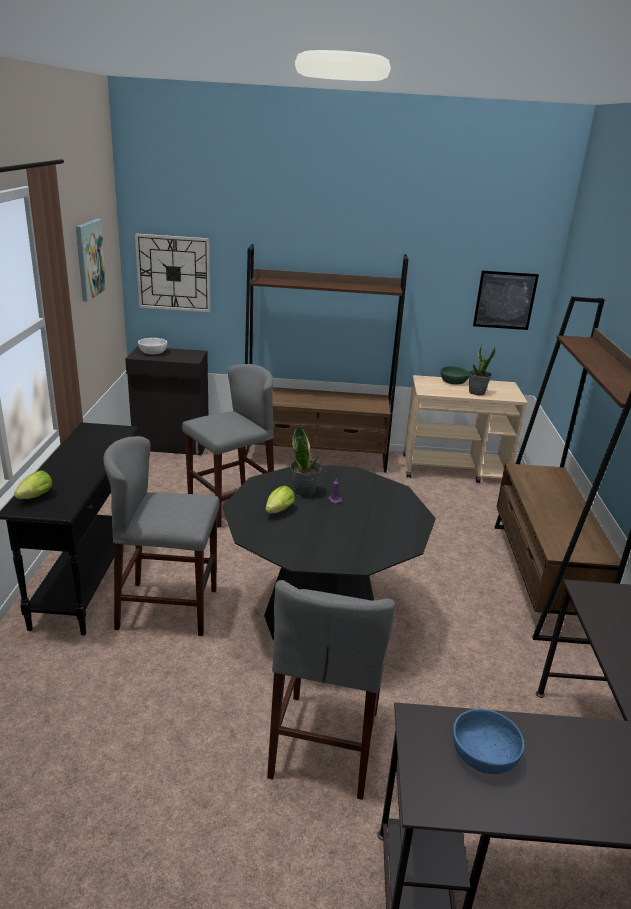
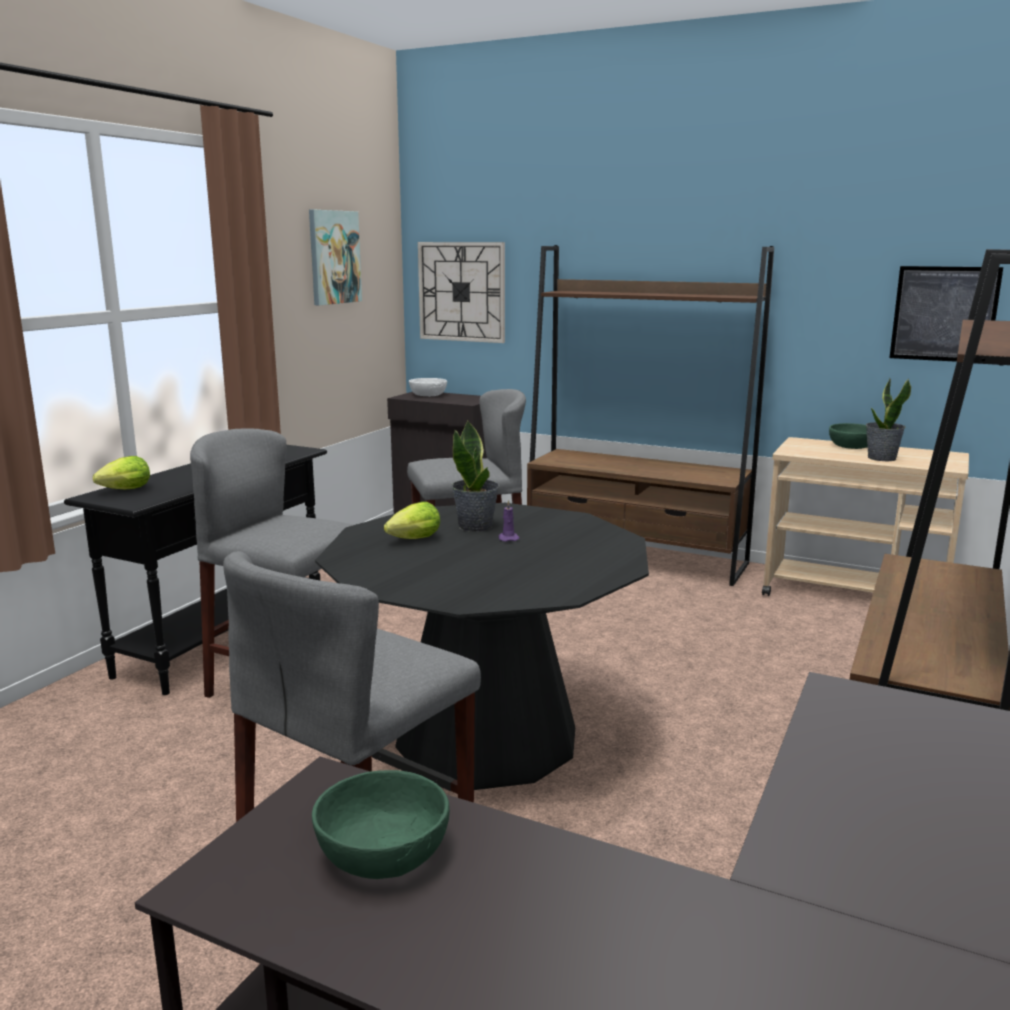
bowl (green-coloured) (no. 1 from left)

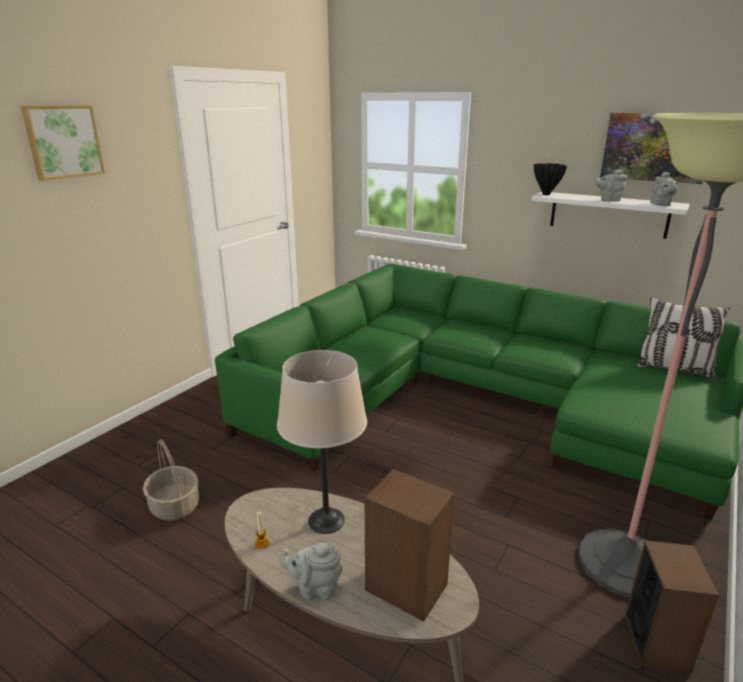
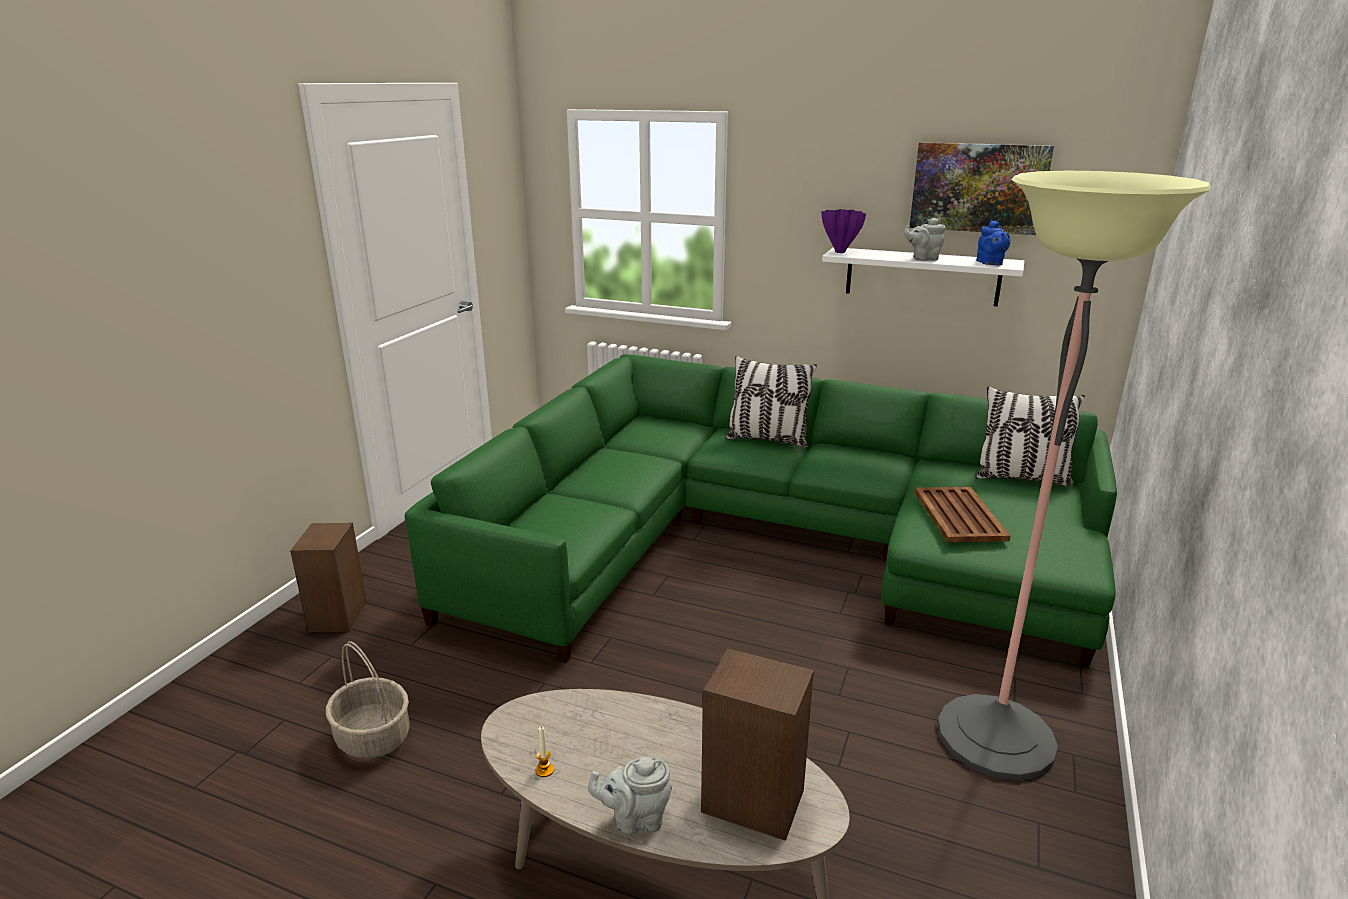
wall picture (no. 1 from left in the first image); table lamp (beige-coloured); pillow (no. 1 from left); carrying tray (brown-coloured); speaker (no. 1 from left); flower vase (purple-coloured); pot for tea (bluish)

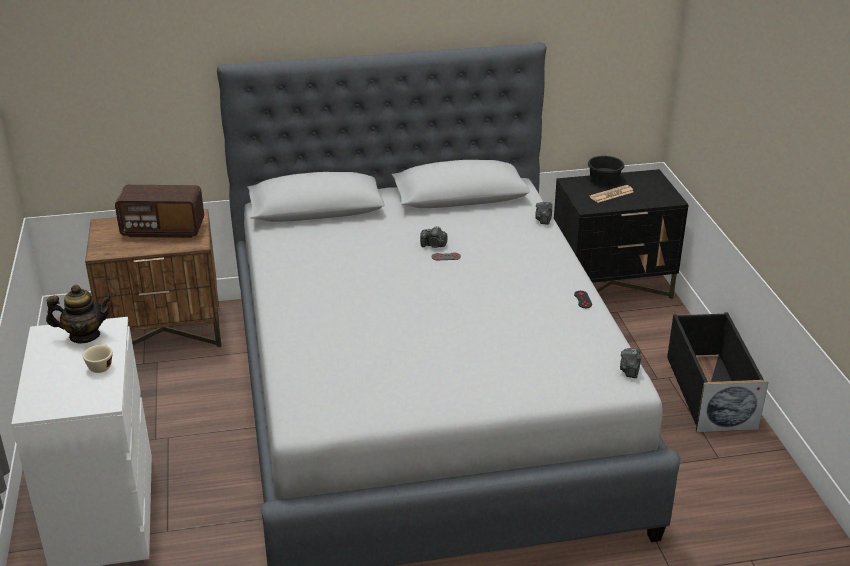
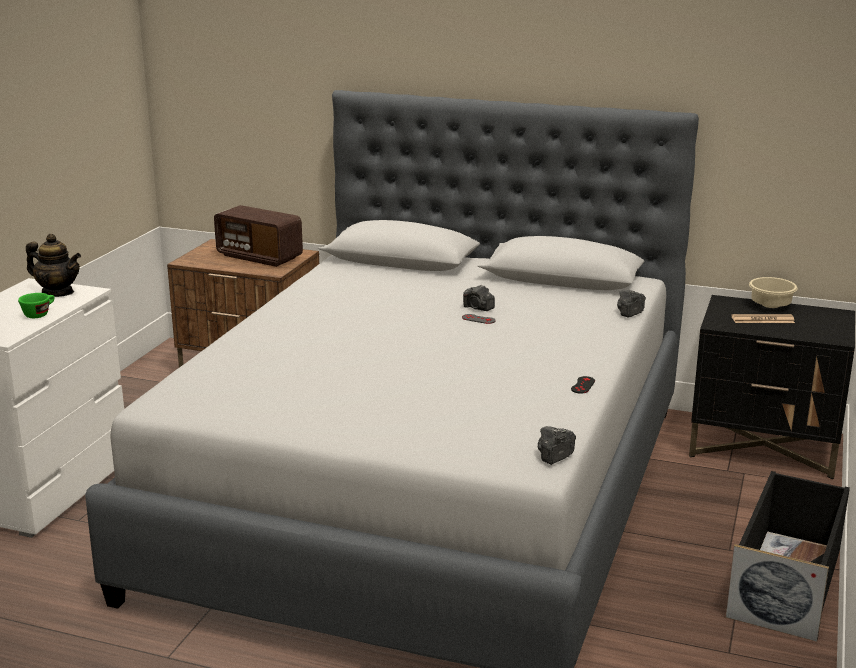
cup (green-coloured); bowl (beige-coloured)

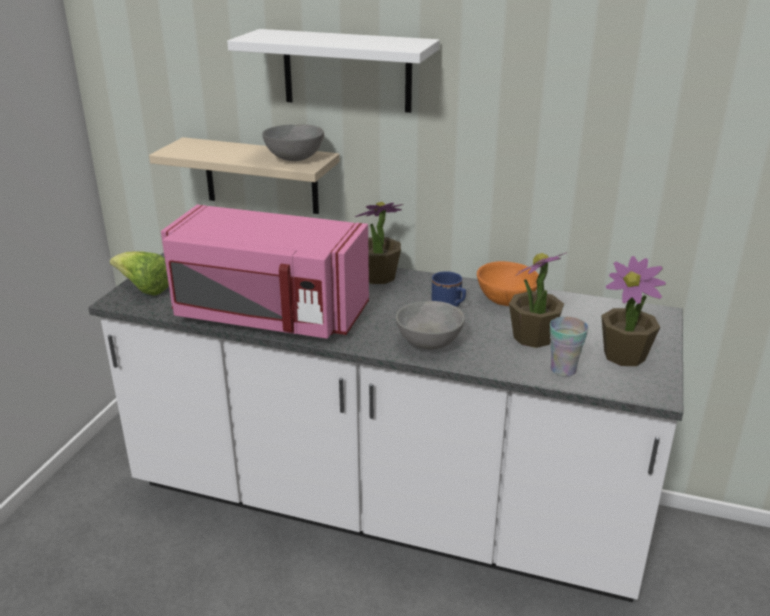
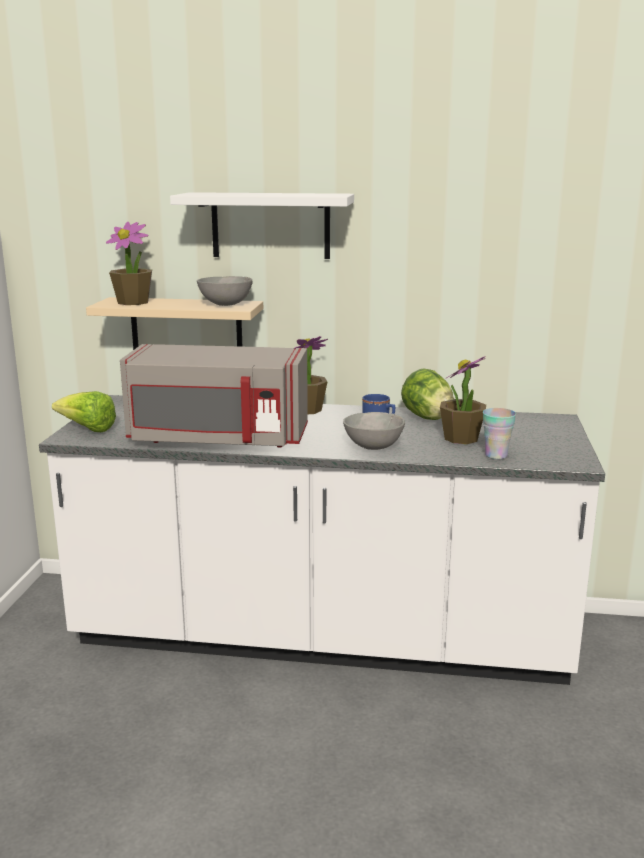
plant in a pot (no. 1 from left); lettuce head (no. 2 from left); microwave oven (greyish)

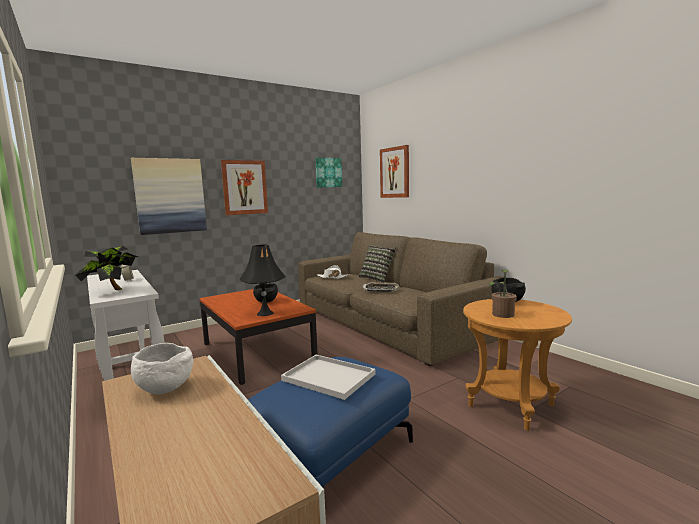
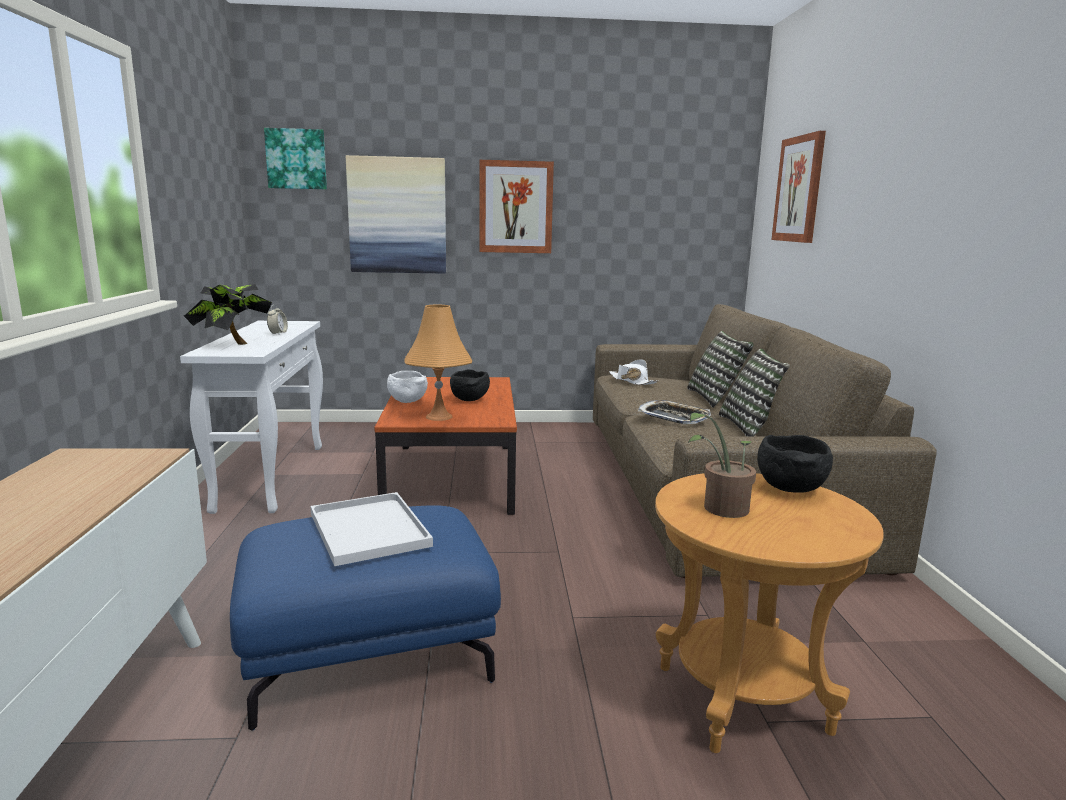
pillow (no. 2 from left); bowl (white); wall picture (no. 1 from left); table lamp (orangey)

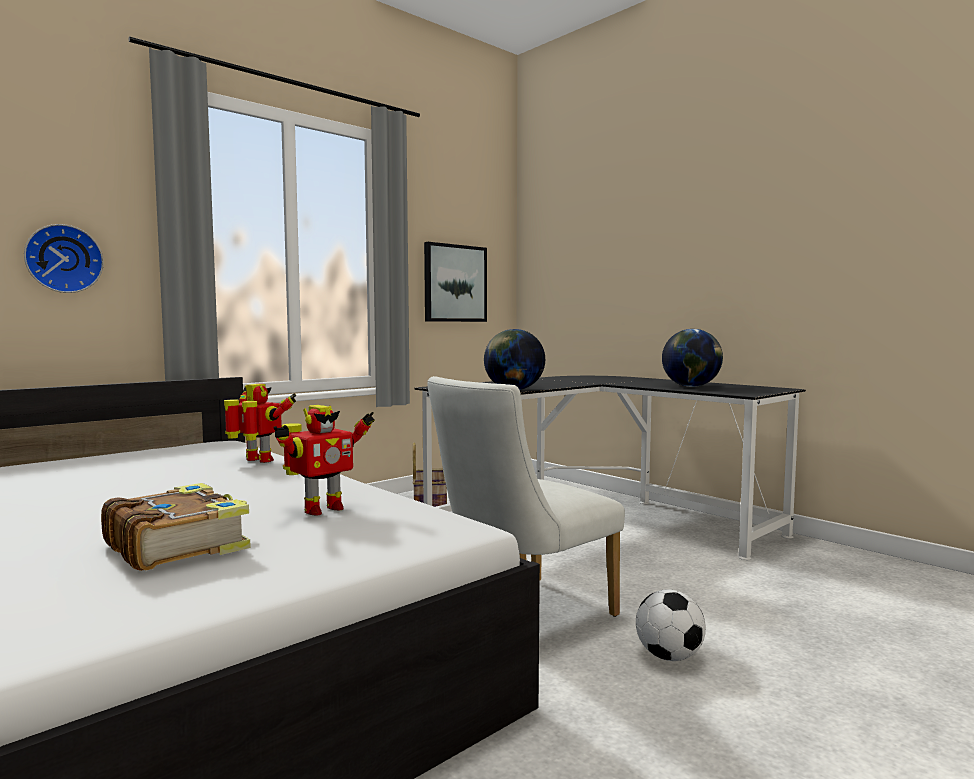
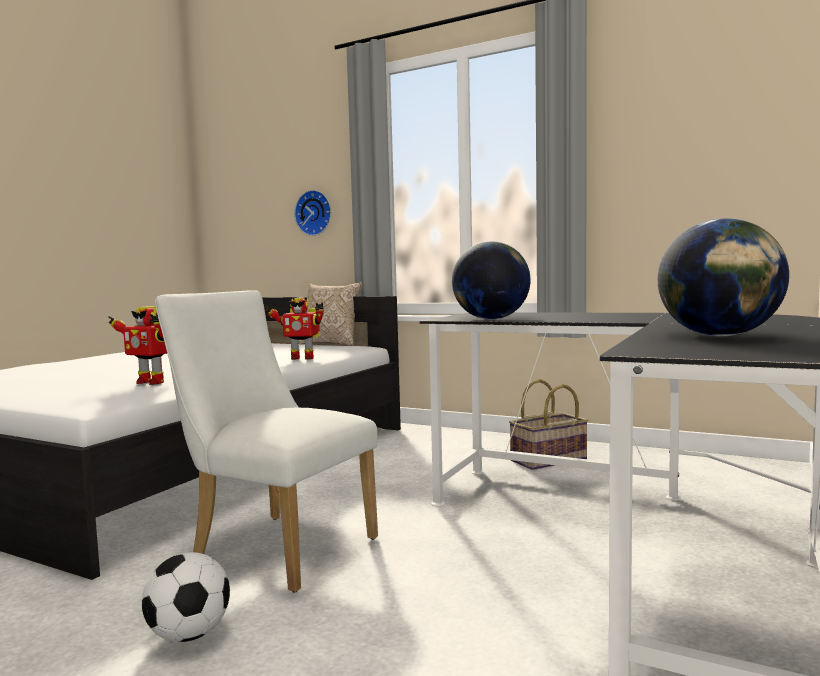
book; wall picture; pillow; toy robot (no. 2 from left)

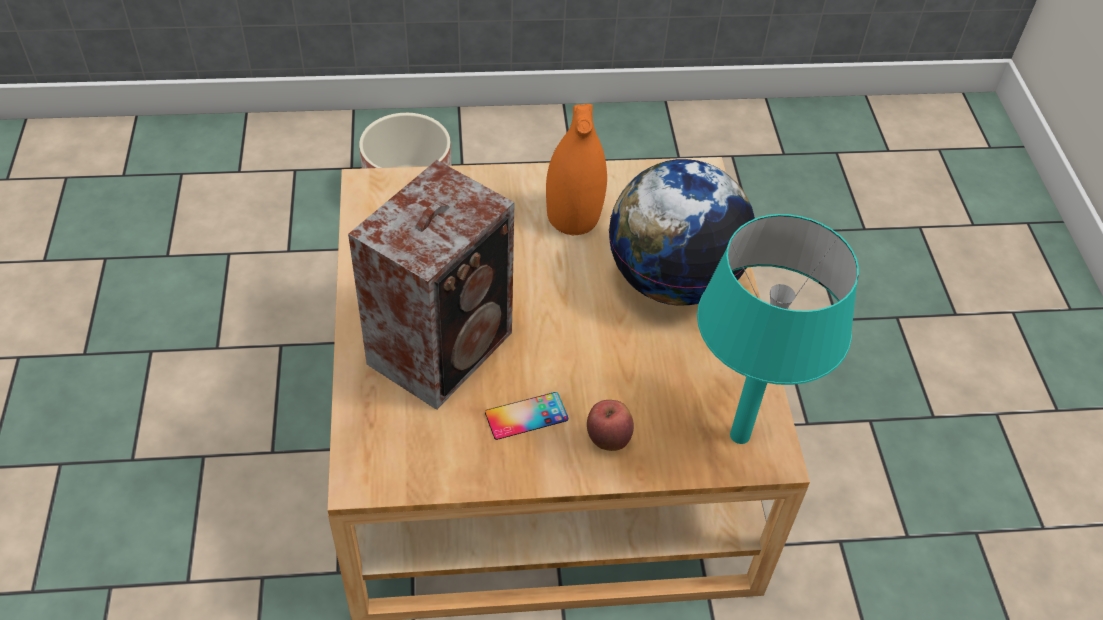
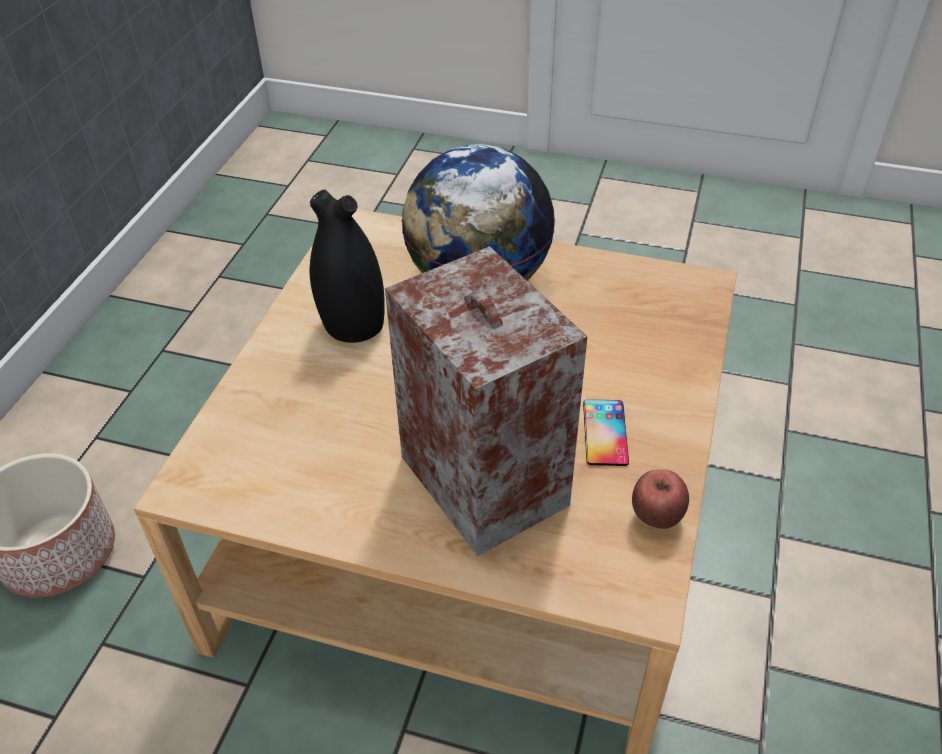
table lamp (turquoise); apple; flower vase (blackish)

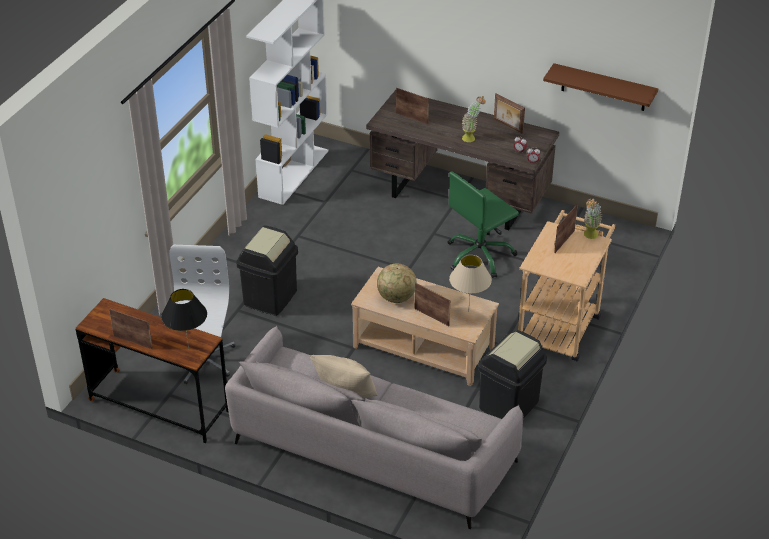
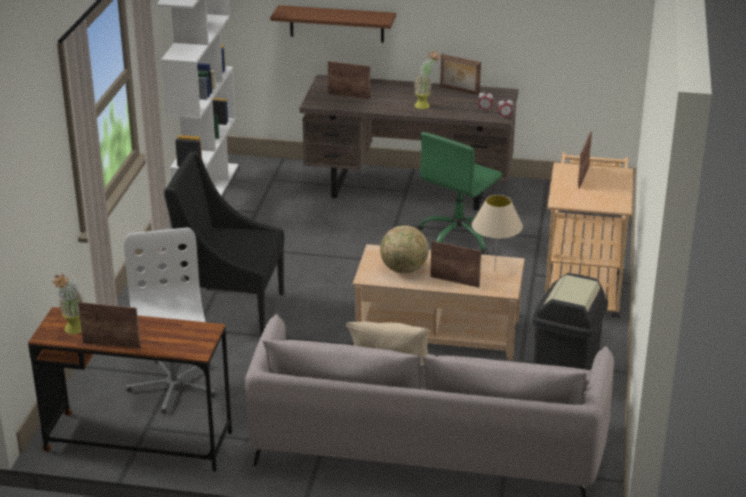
table lamp (blackish); shelf (brown-coloured); plant in a pot (no. 1 from left); lounge chair (blackish)

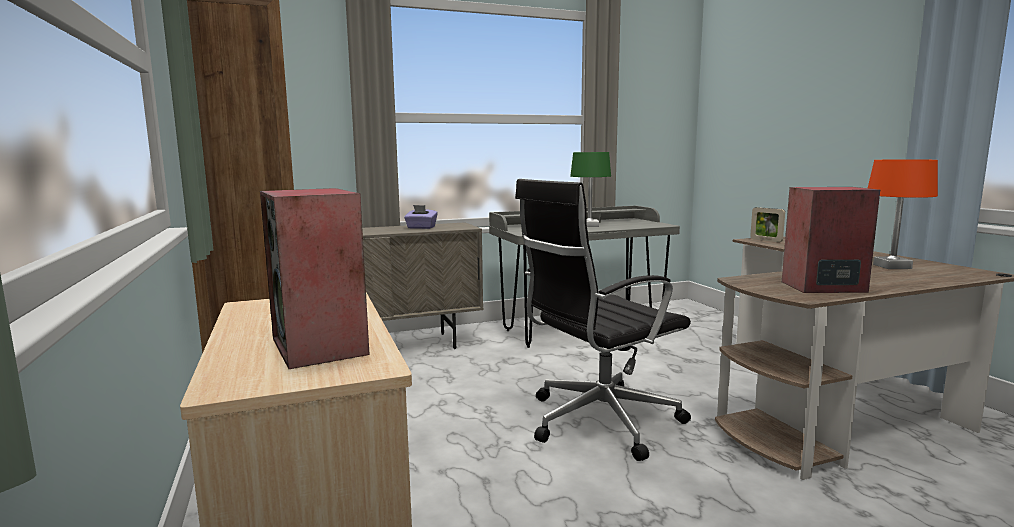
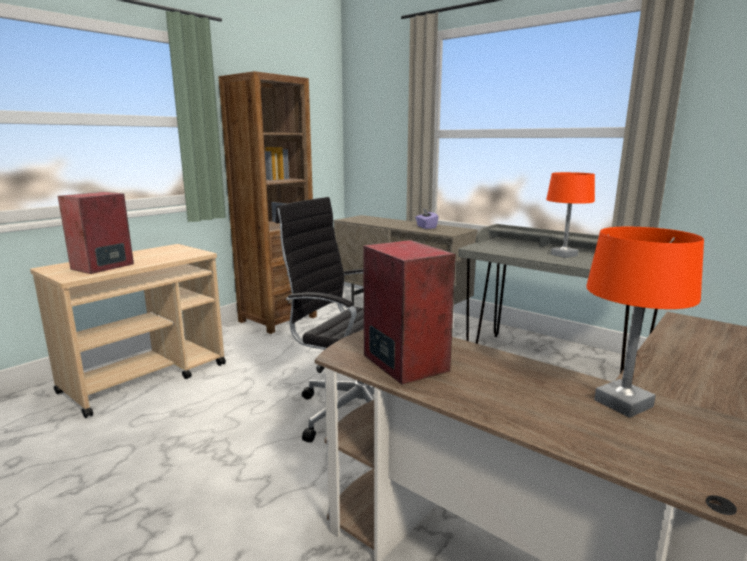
photo frame; table lamp (orangey) (no. 1 from left)

